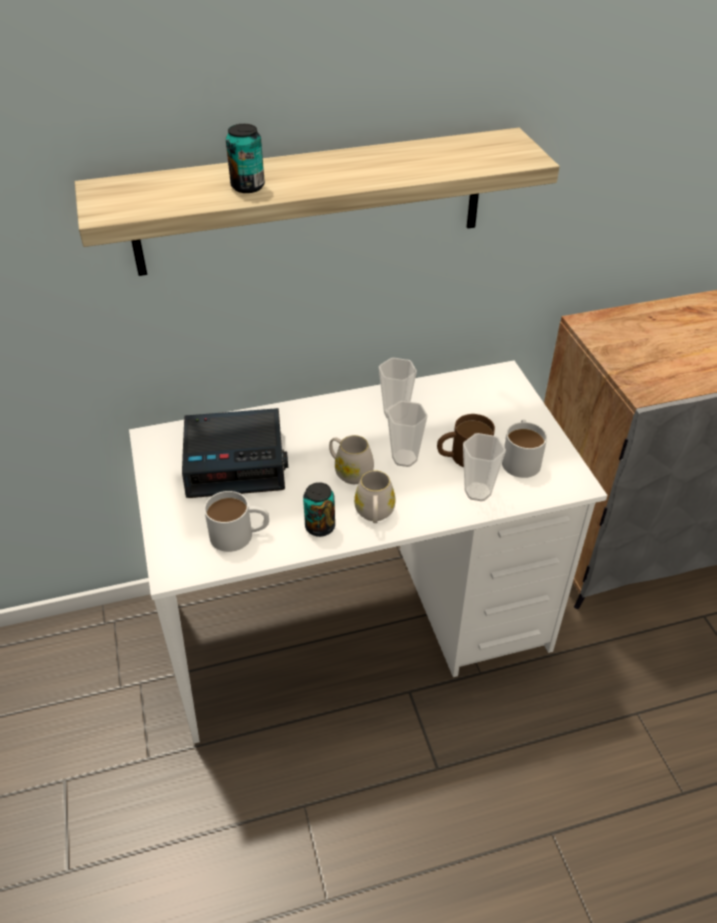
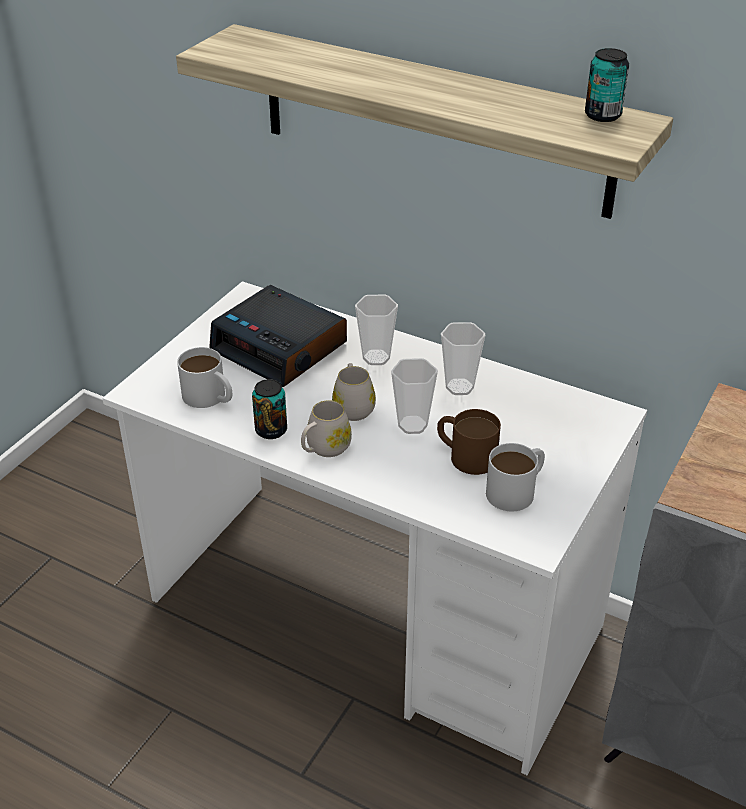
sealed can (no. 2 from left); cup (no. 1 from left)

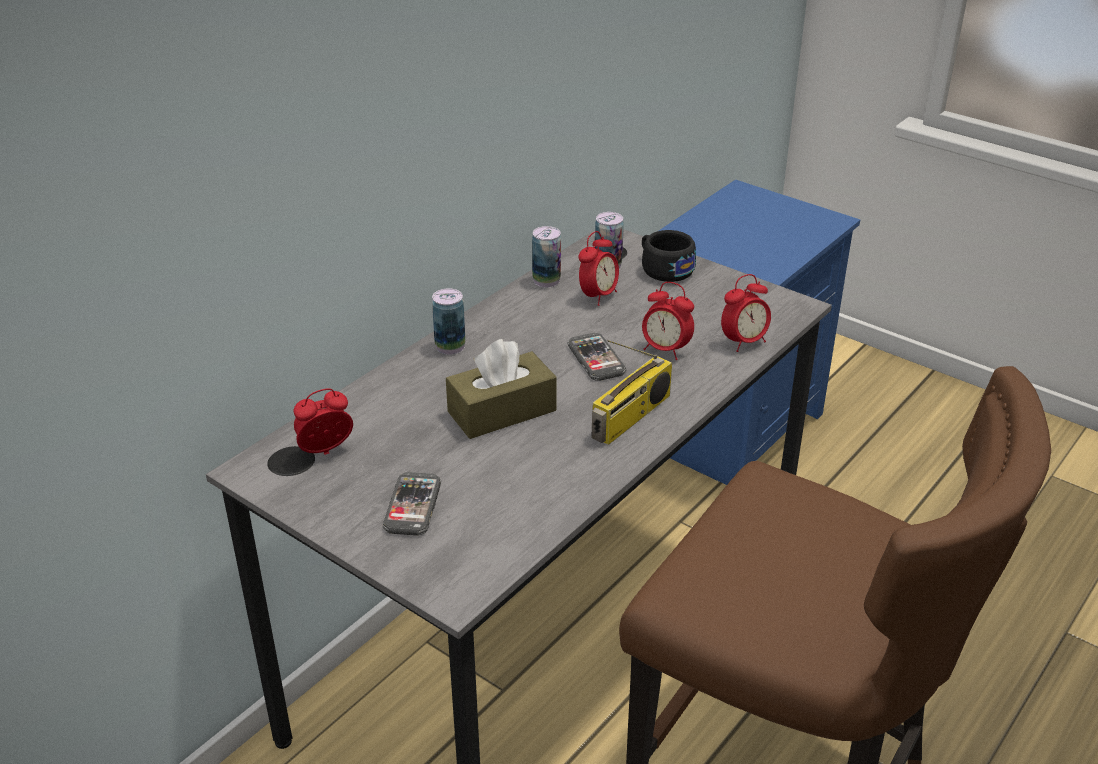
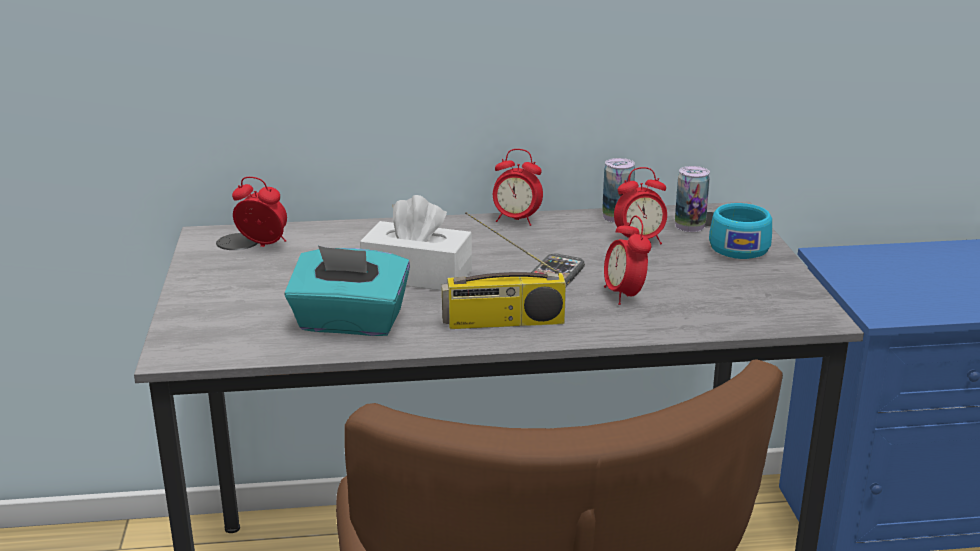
telephone (no. 1 from left in the first image); sealed can (no. 1 from left in the first image); box of tissues (turquoise); table clock (no. 2 from left); box of tissues (white); cup (turquoise)

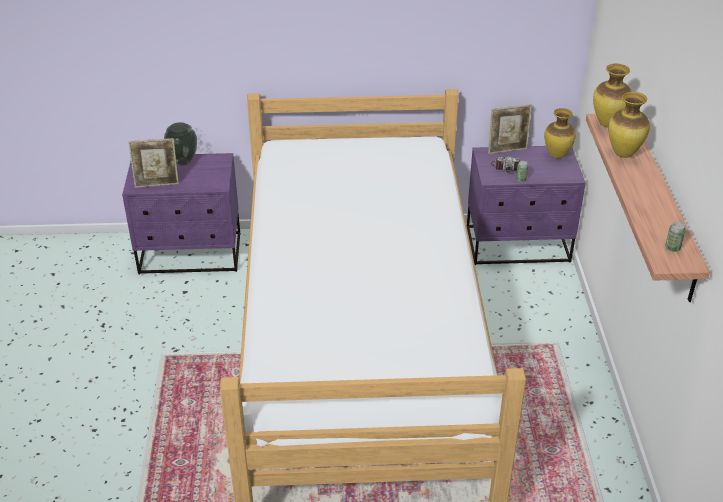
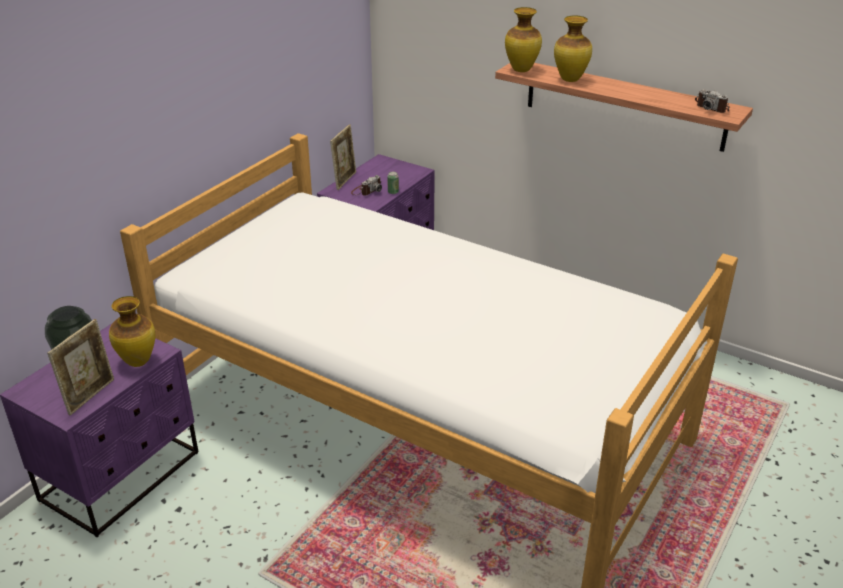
flower vase (no. 2 from left); still camera (no. 2 from left)

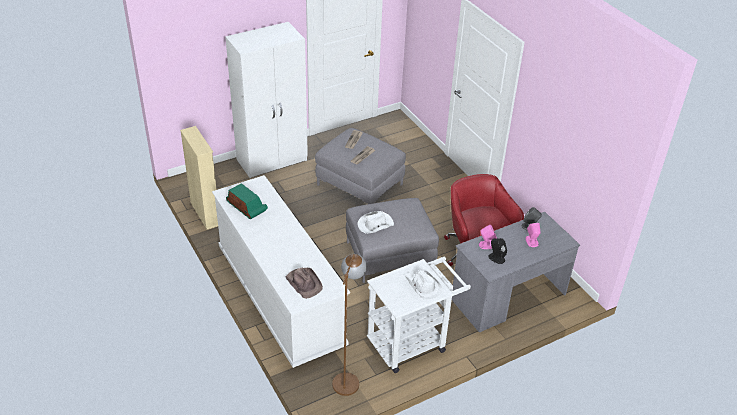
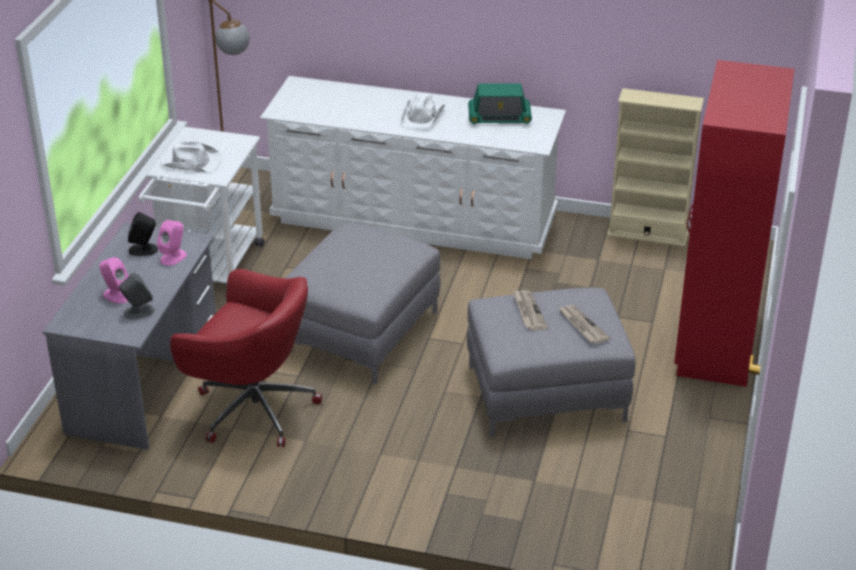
clothing hat (brown-coloured); clothing hat (white) (no. 2 from left); armoire (reddish)

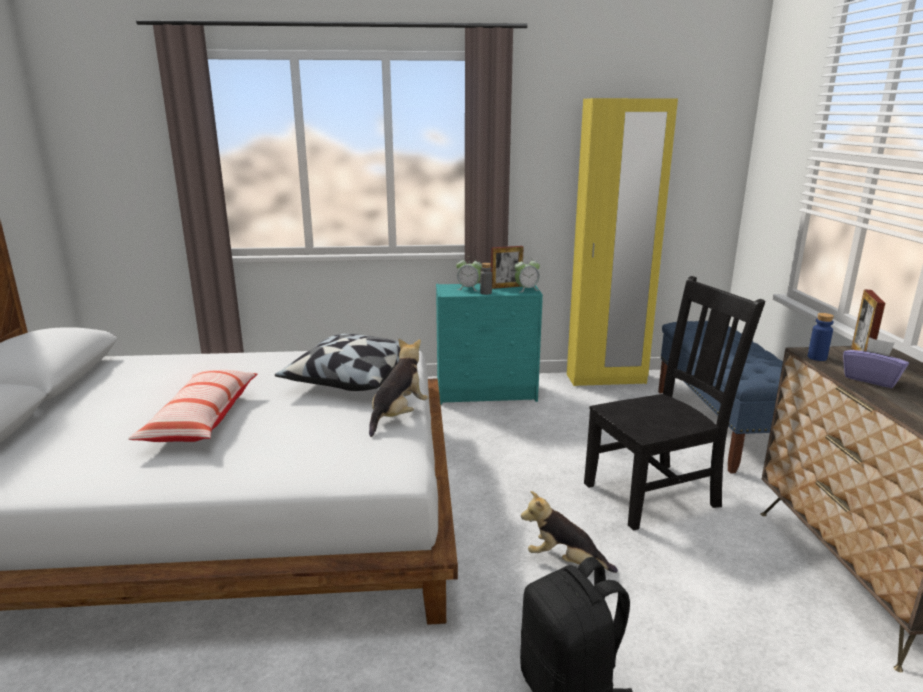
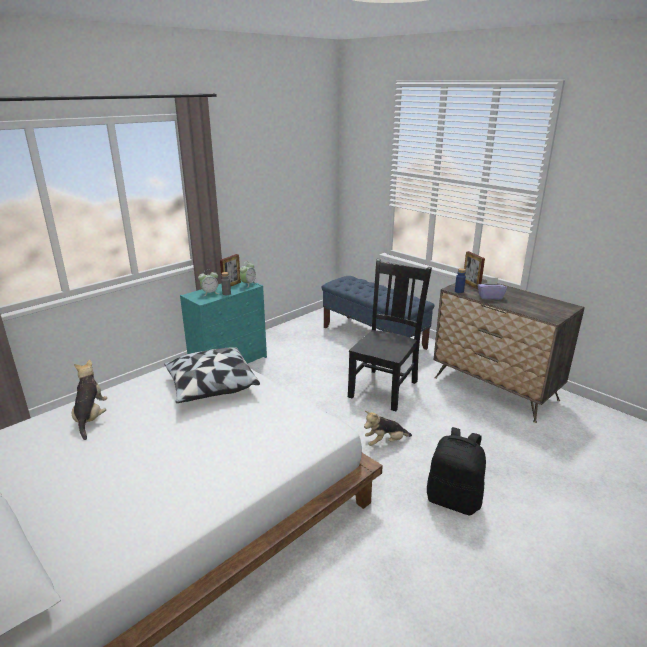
pillow (no. 1 from left in the first image); armoire (yellow-coloured); cuddly toy (no. 1 from left)

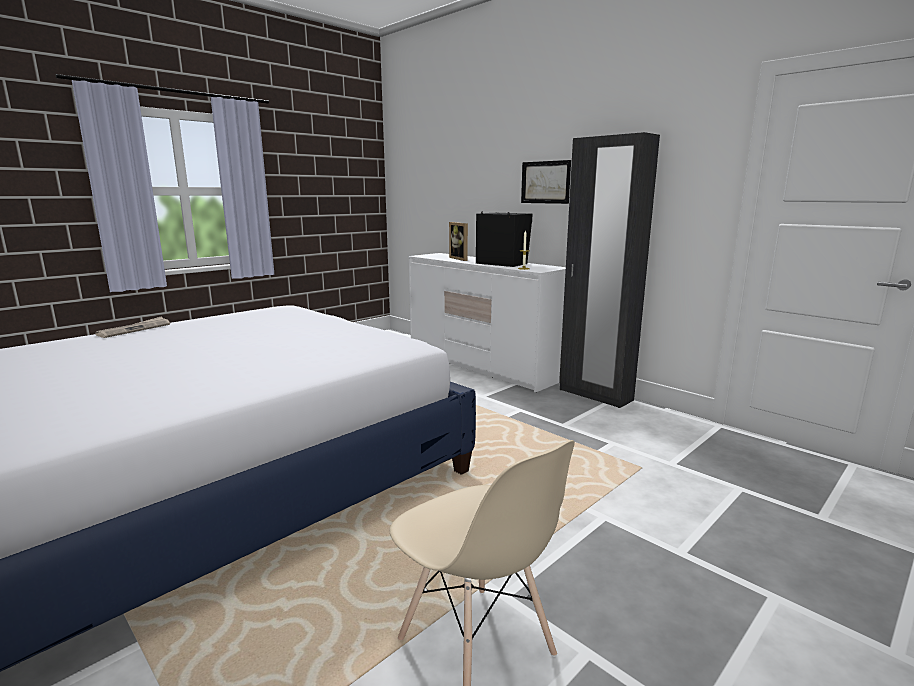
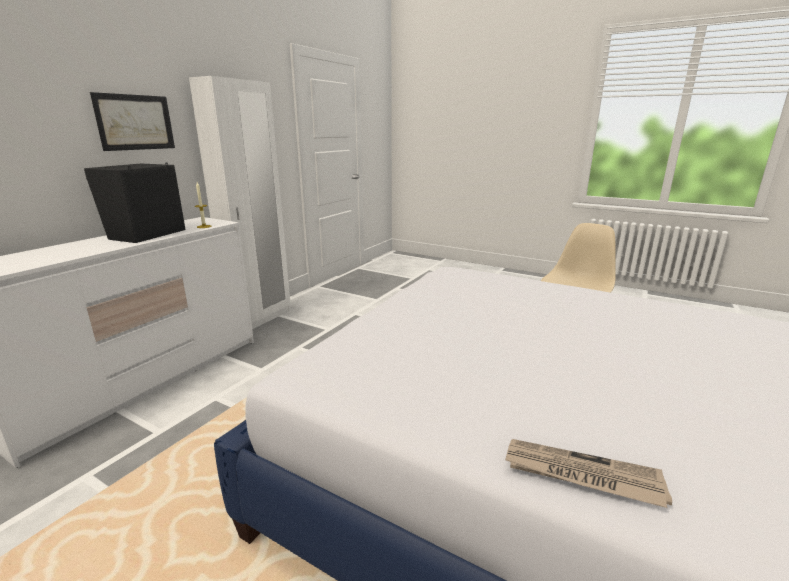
photo frame; armoire (white)

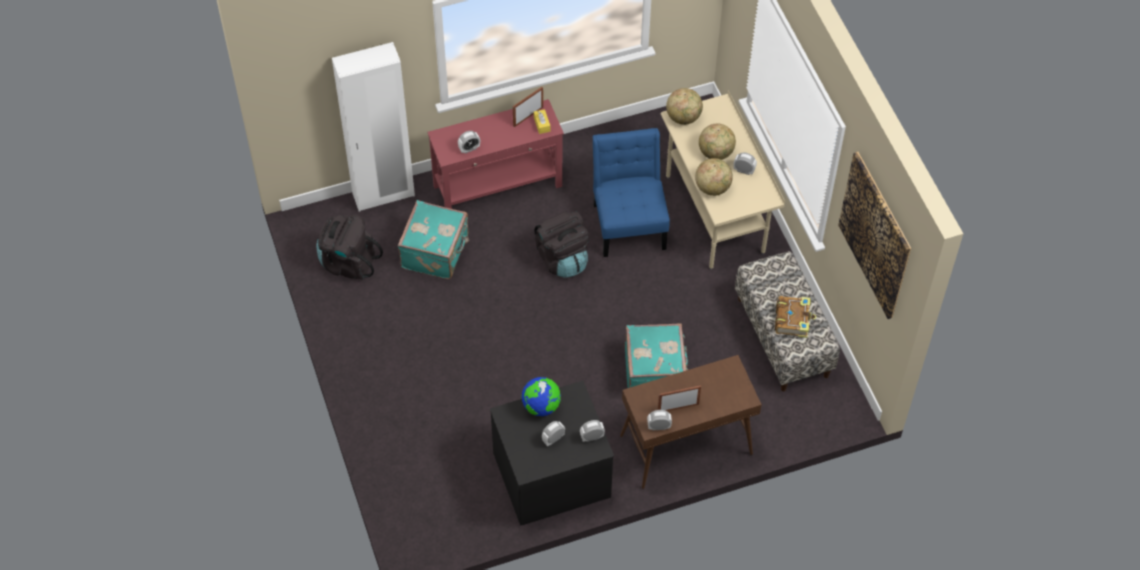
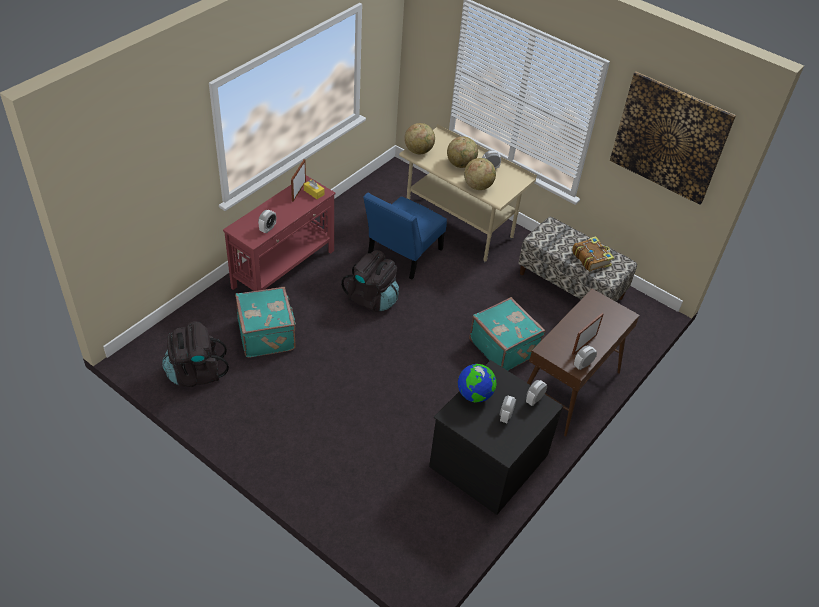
armoire (white); plain chair (bluish)

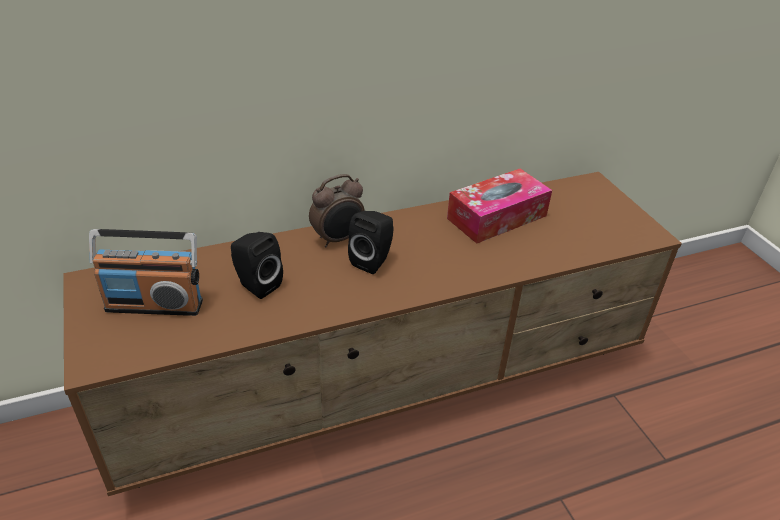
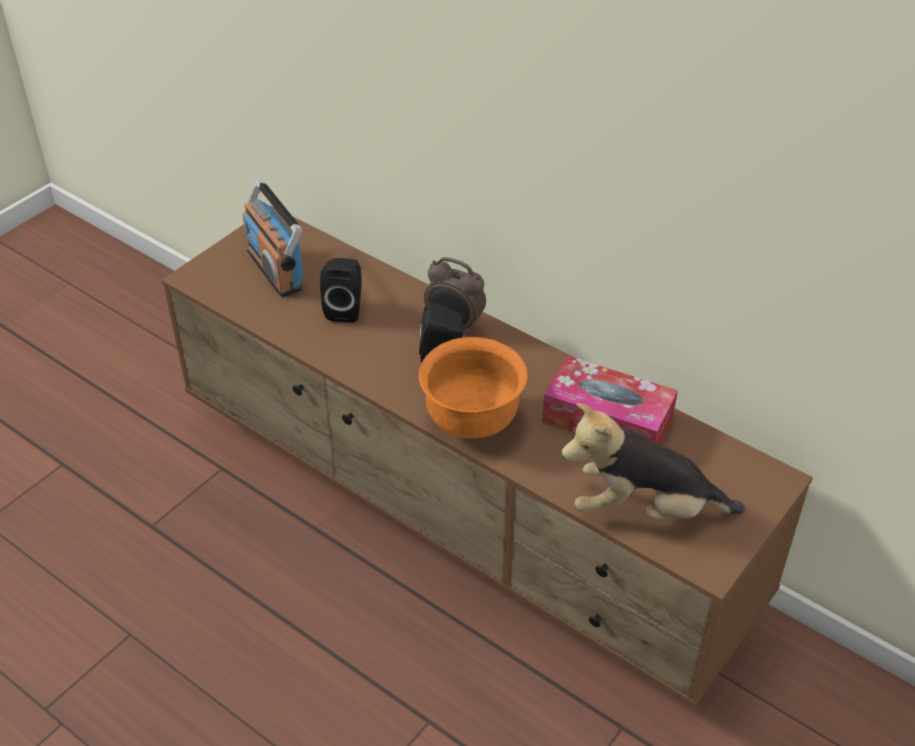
bowl (orangey); cuddly toy

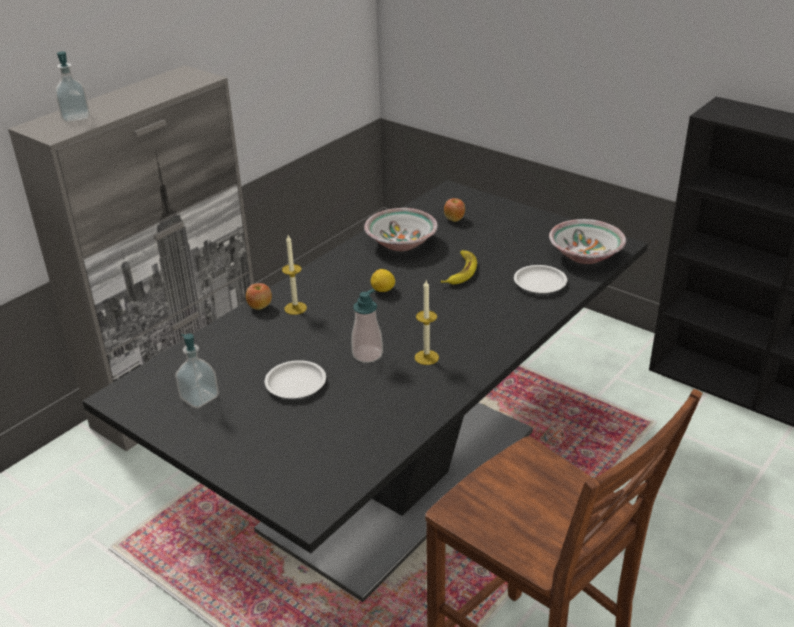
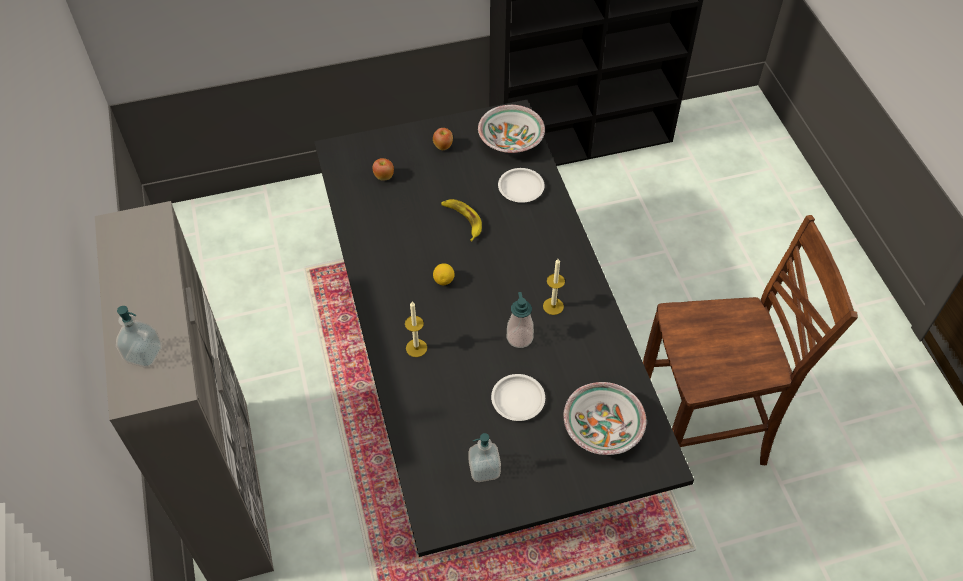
apple (no. 2 from left); bowl (no. 2 from left)

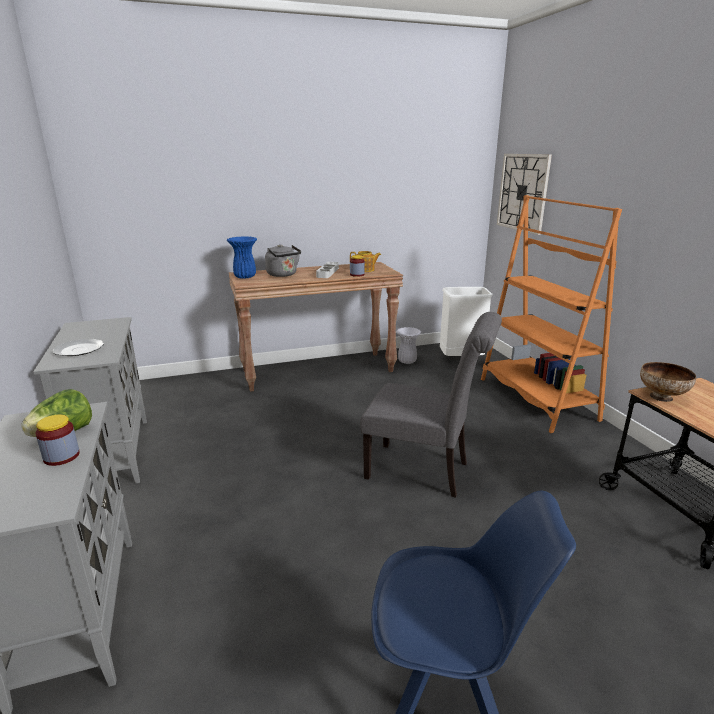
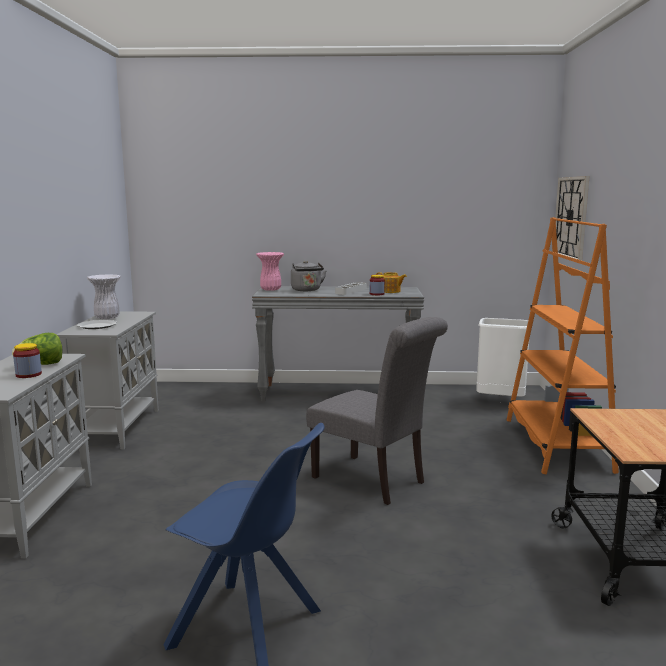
bowl; flower vase (white); flower vase (pink-coloured); narrow table (greyish)

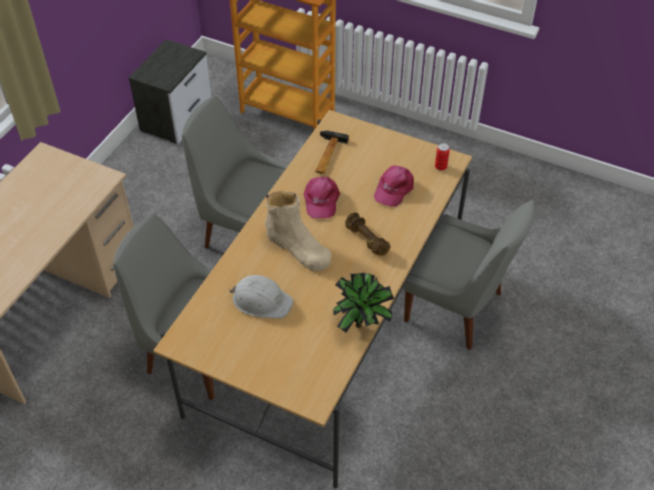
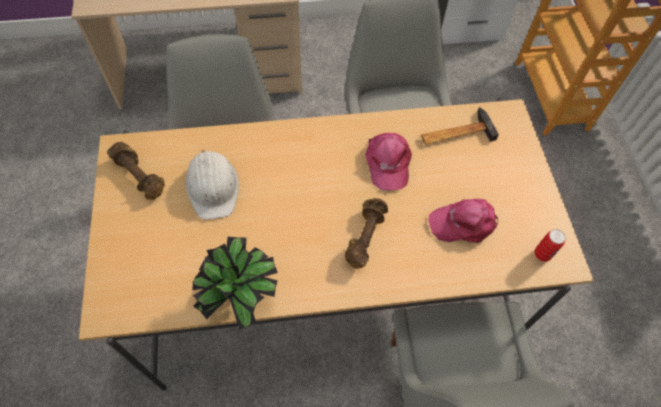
high-top boot (beige-coloured); dumbbell (brown-coloured) (no. 1 from left); cap (pink-coloured) (no. 1 from left)

